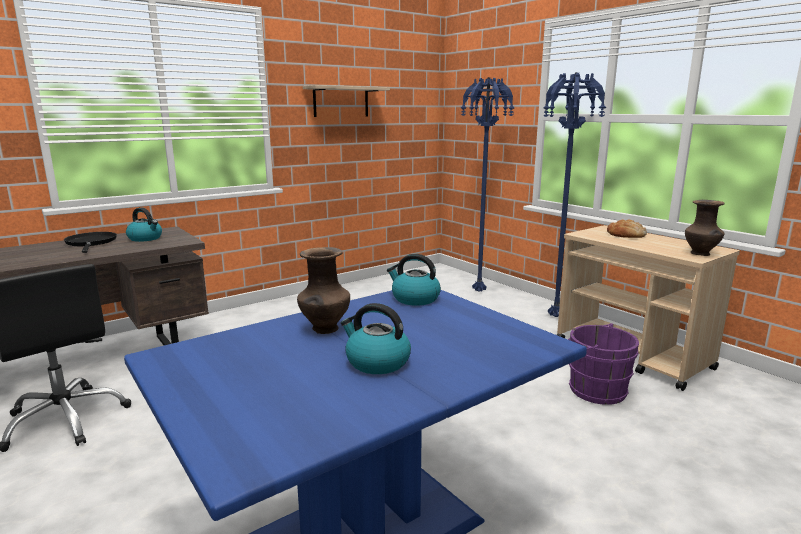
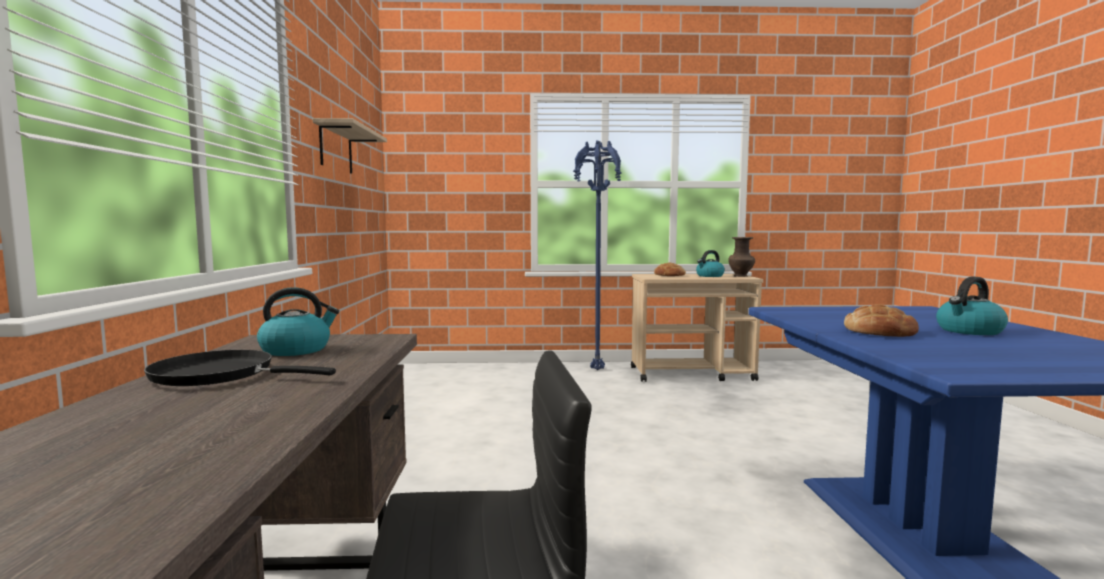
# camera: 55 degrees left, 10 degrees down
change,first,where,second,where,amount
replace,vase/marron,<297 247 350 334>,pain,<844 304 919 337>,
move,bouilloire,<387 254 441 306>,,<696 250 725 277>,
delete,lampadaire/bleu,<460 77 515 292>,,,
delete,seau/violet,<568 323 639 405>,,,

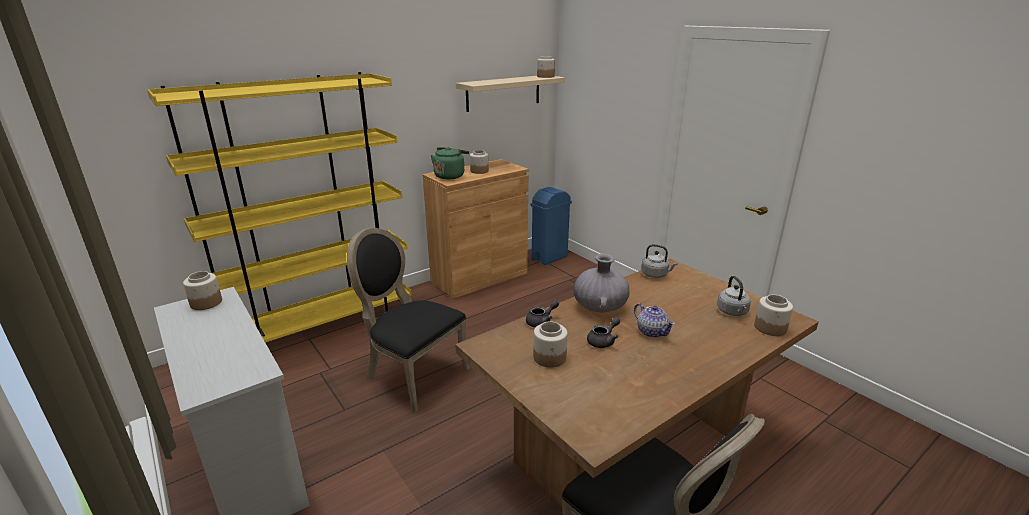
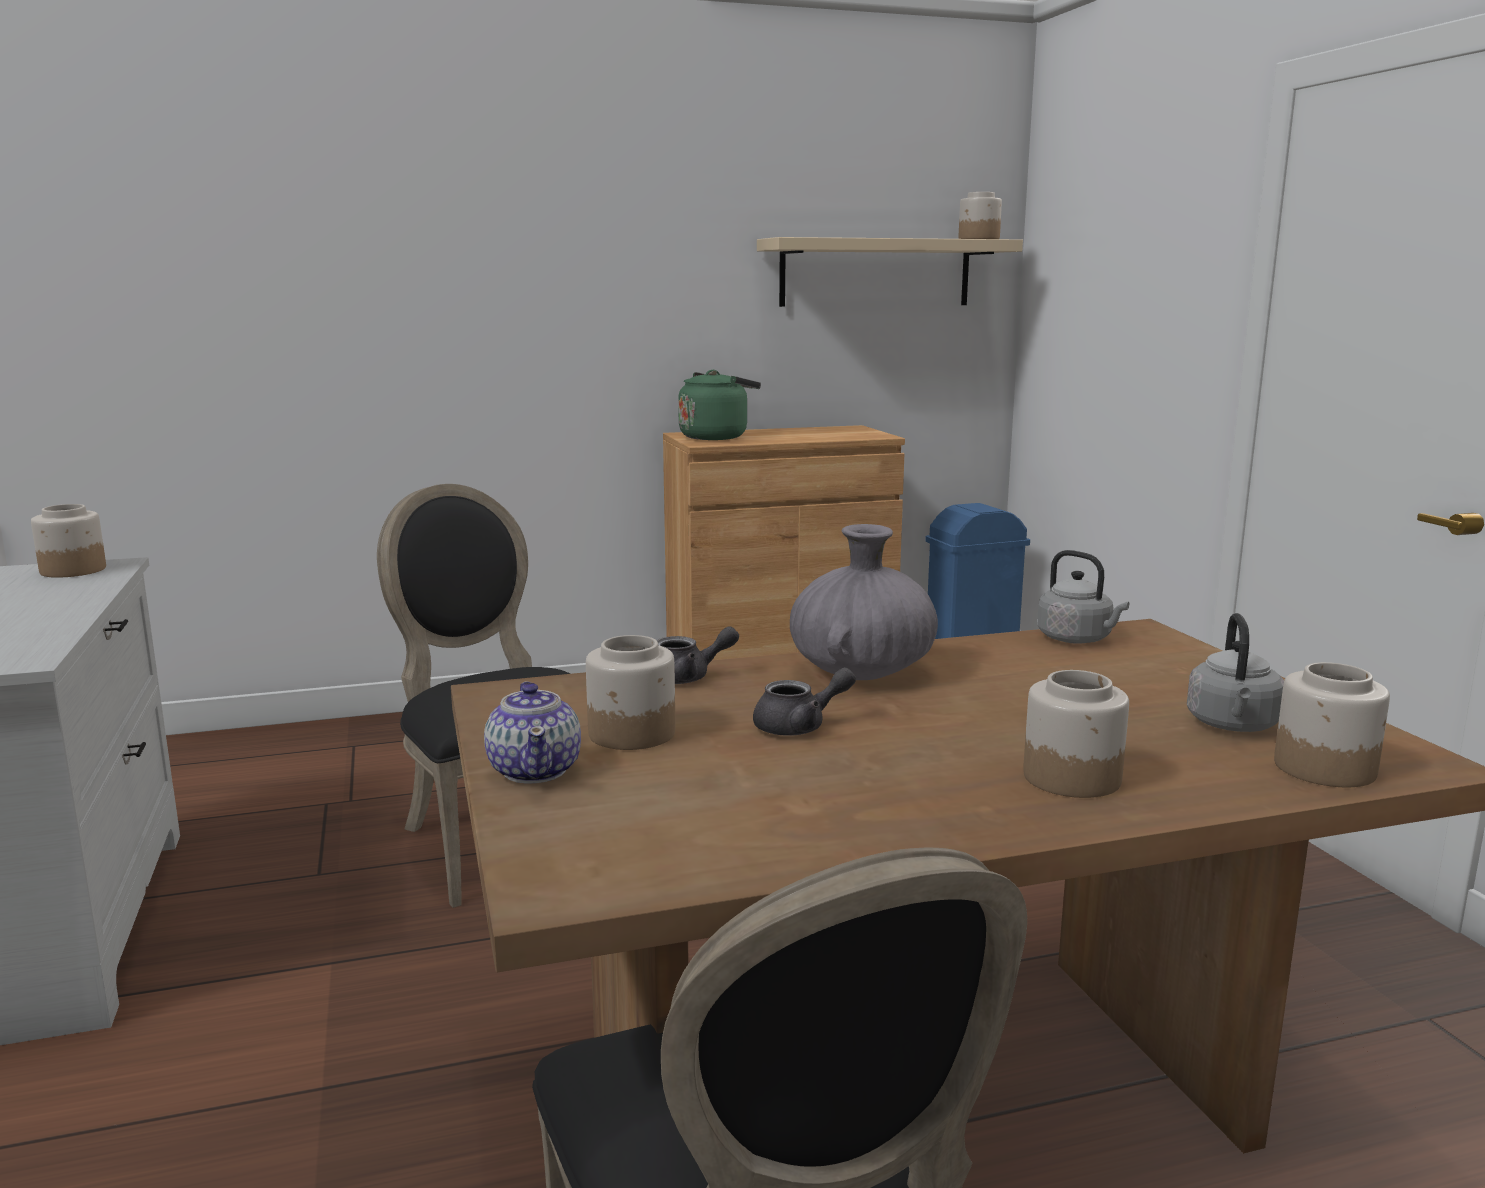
# camera: 20 degrees right, 10 degrees down
change,first,where,second,where,amount
delete,bibliothèque/jaune,<147 72 412 343>,,,
move,bocal,<470 150 489 174>,,<1023 670 1129 798>,
move,théière,<634 303 675 338>,,<484 682 581 784>,

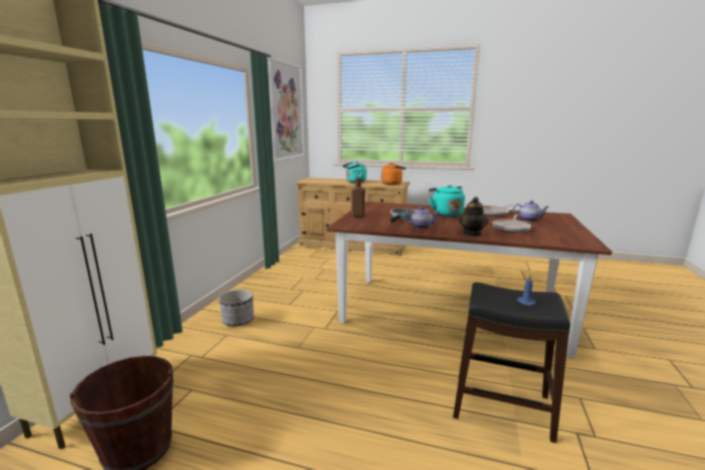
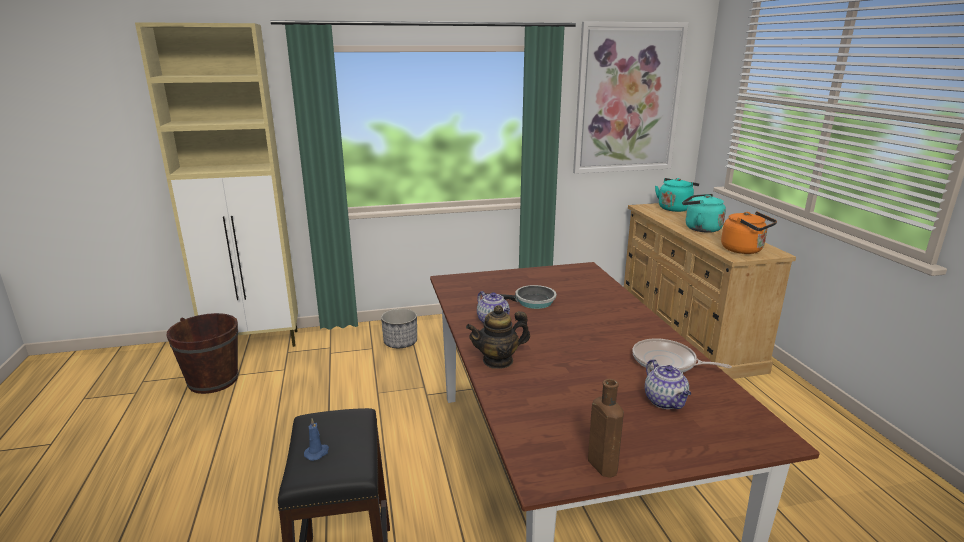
# camera: 60 degrees right, 5 degrees up
change,first,where,second,where,amount
move,bouteille/marron,<351 178 365 217>,,<588 379 624 478>,
move,bouilloire/turquoise,<429 185 465 217>,,<655 178 699 212>,
delete,poêle,<492 215 531 233>,,,

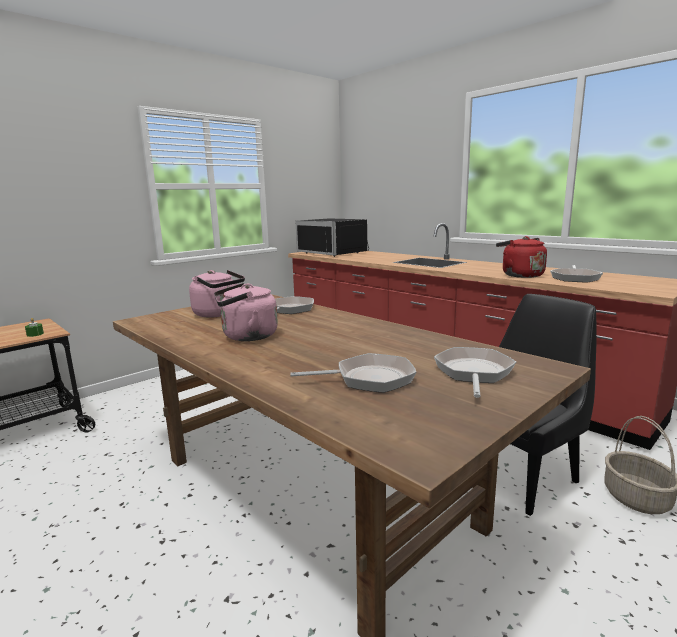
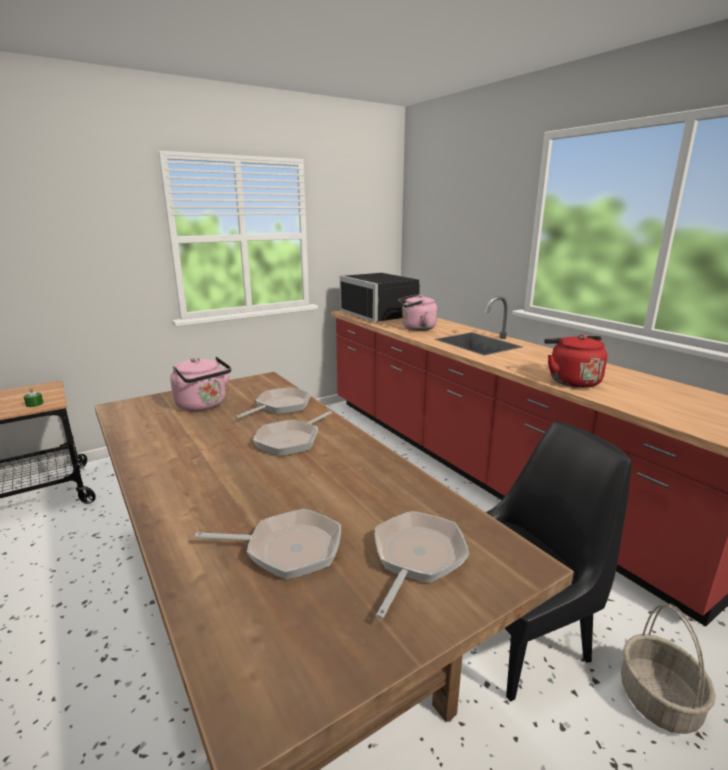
# camera: 10 degrees right, 5 degrees up
change,first,where,second,where,amount
move,bouilloire/rose,<214 283 278 341>,,<398 294 437 331>,
move,poêle,<550 265 603 282>,,<253 411 332 456>,

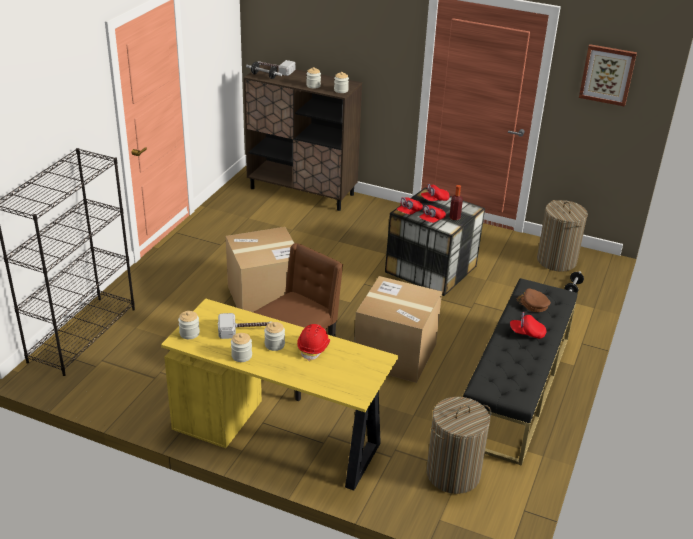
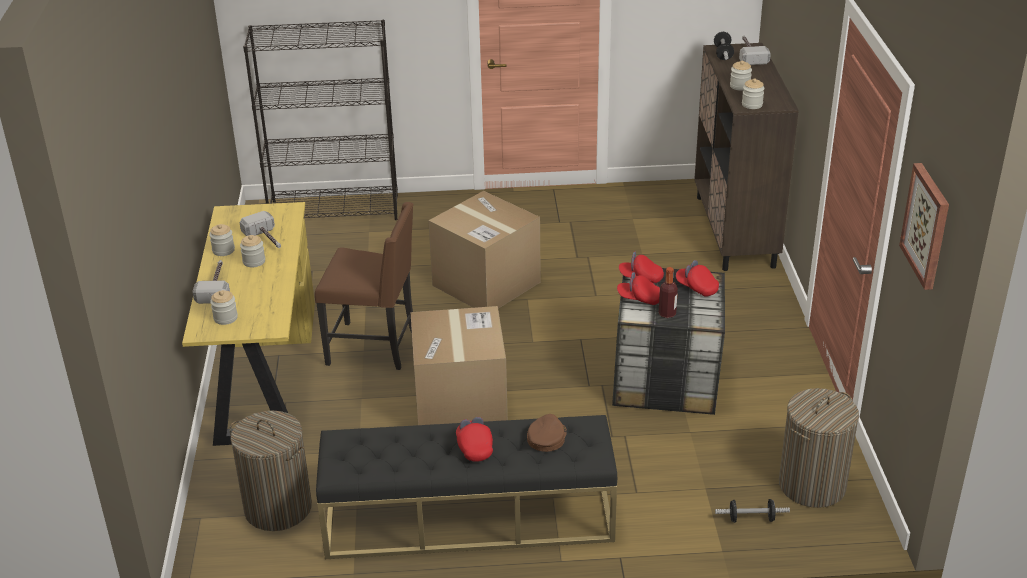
# camera: 65 degrees right, 0 degrees up
change,first,where,second,where,amount
move,bocal,<178 311 200 339>,,<210 290 238 325>,
delete,casque de chantier/rouge,<297 324 330 361>,,,
insert,,,marteau,<192 260 230 304>,

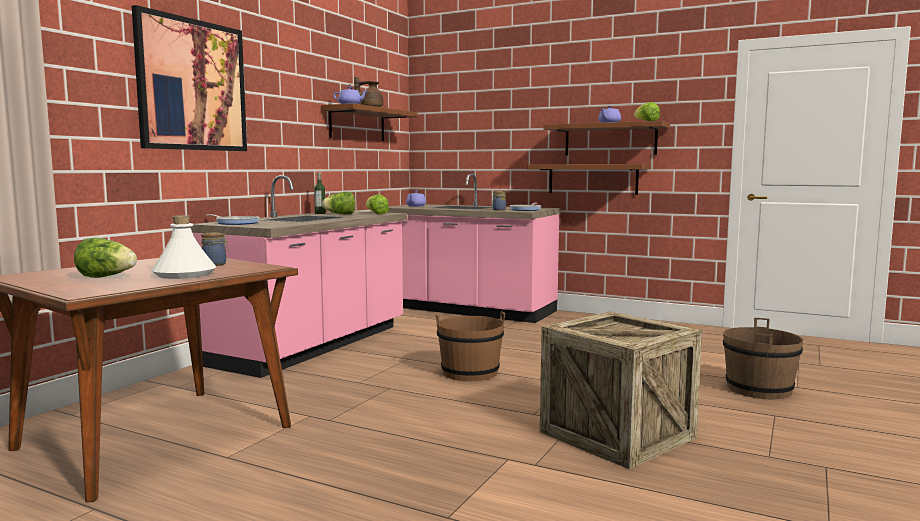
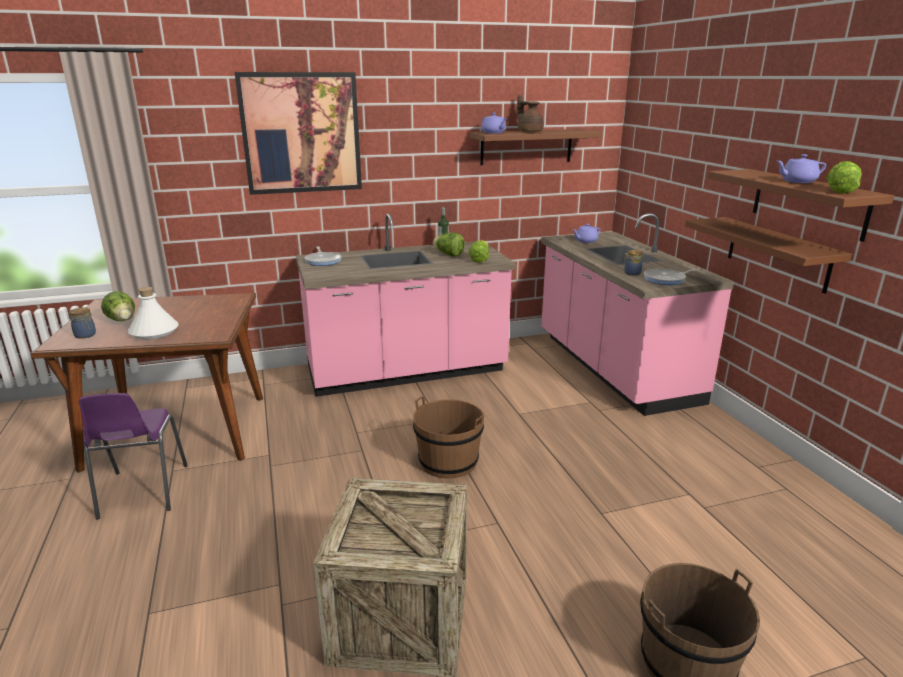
# camera: 45 degrees right, 15 degrees up
change,first,where,second,where,amount
move,bocal,<201 232 229 266>,,<69 307 96 339>,
insert,,,chaise/violet,<79 393 188 519>,

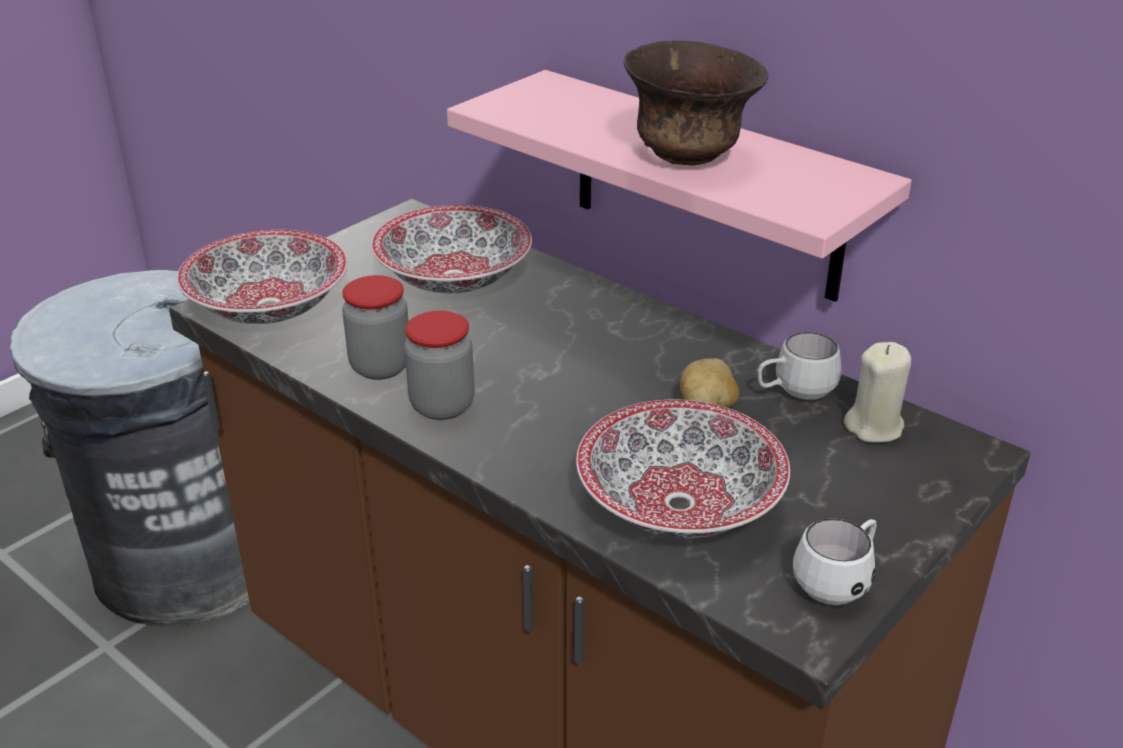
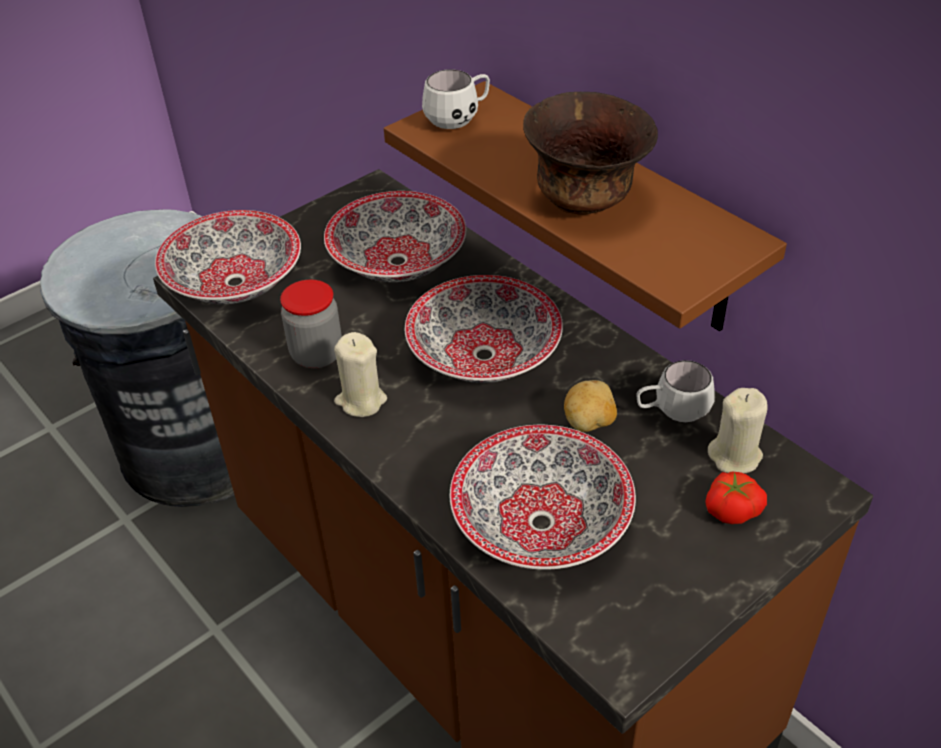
# camera: 10 degrees right, 10 degrees up
change,first,where,second,where,amount
replace,bocal,<404 311 474 420>,bougie/beige,<334 332 387 417>,
recolor,étagère/rose,<447 70 912 302>,étagère/marron,<384 81 787 331>,
move,mug/blanc,<793 518 877 605>,,<422 69 490 129>,
insert,,,bol,<405 275 563 383>,
insert,,,tomate,<705 472 767 524>,

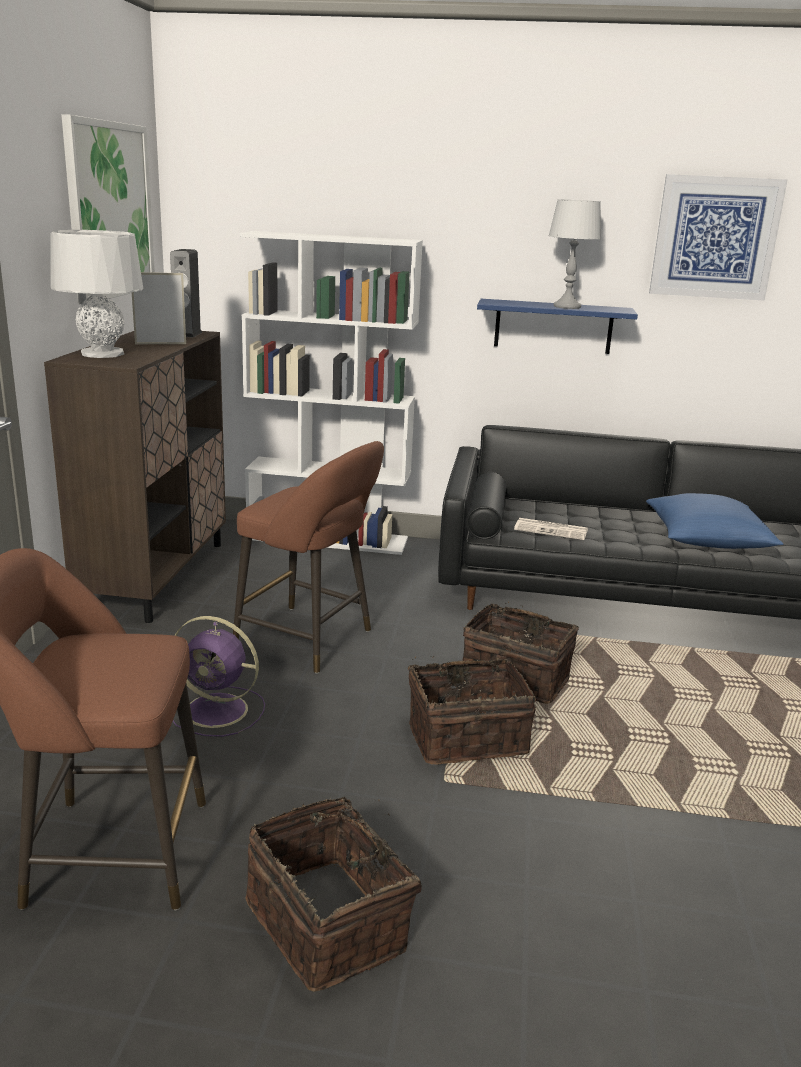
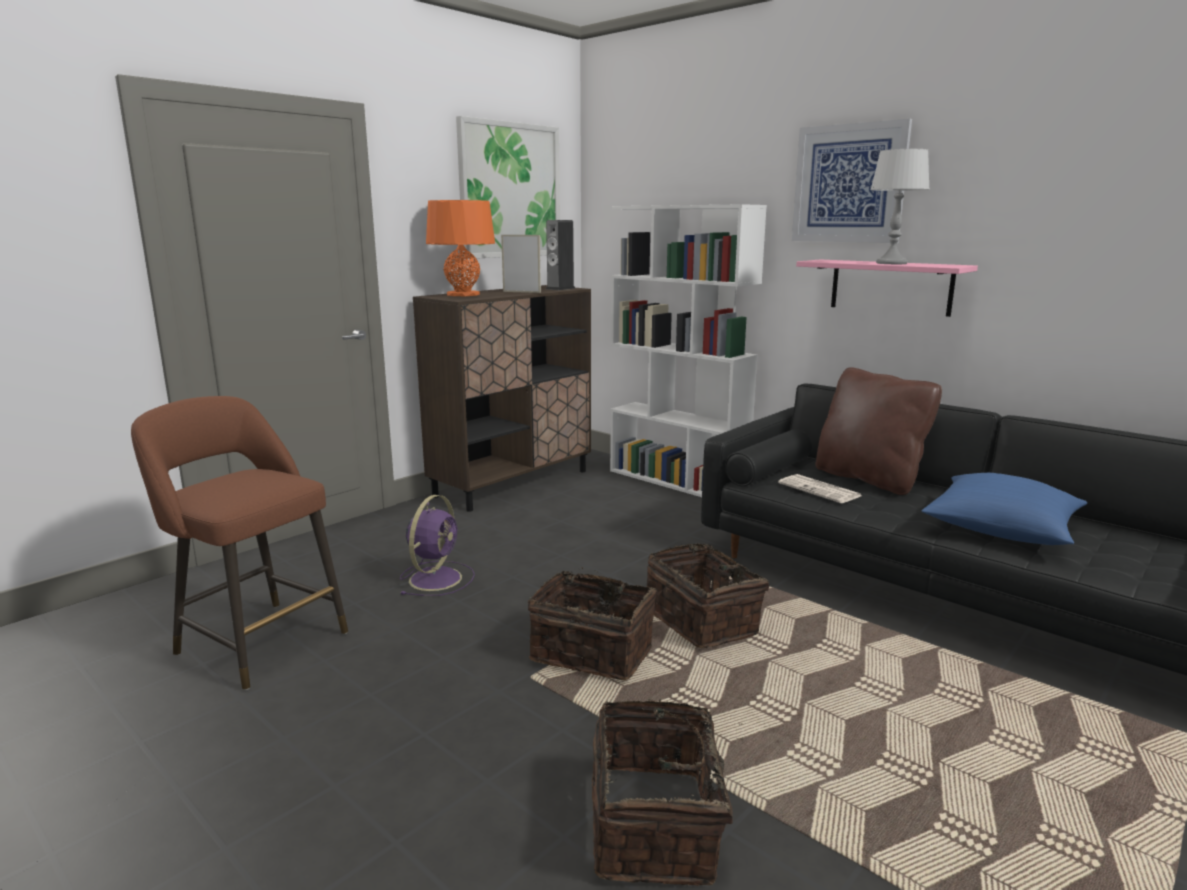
# camera: 35 degrees right, 5 degrees down
change,first,where,second,where,amount
recolor,lampe de table/gris,<50 230 143 358>,lampe de table/orange,<426 200 495 296>,
rotate,ventilateur/violet,<173 616 265 737>,,<400 495 475 596>,120 degrees counterclockwise
delete,tabouret/marron,<233 441 384 674>,,,
move,panier,<245 797 422 992>,,<592 699 743 886>,
recolor,étagère/bleu,<477 299 638 354>,étagère/rose,<796 260 978 317>,
move,tableau,<649 174 787 301>,,<792 119 912 243>,
insert,,,coussin/marron,<815 367 942 495>,

